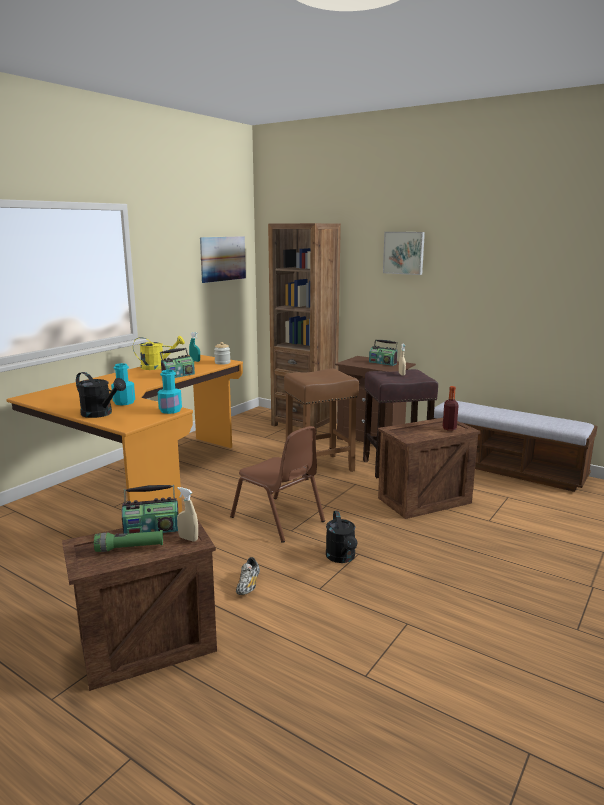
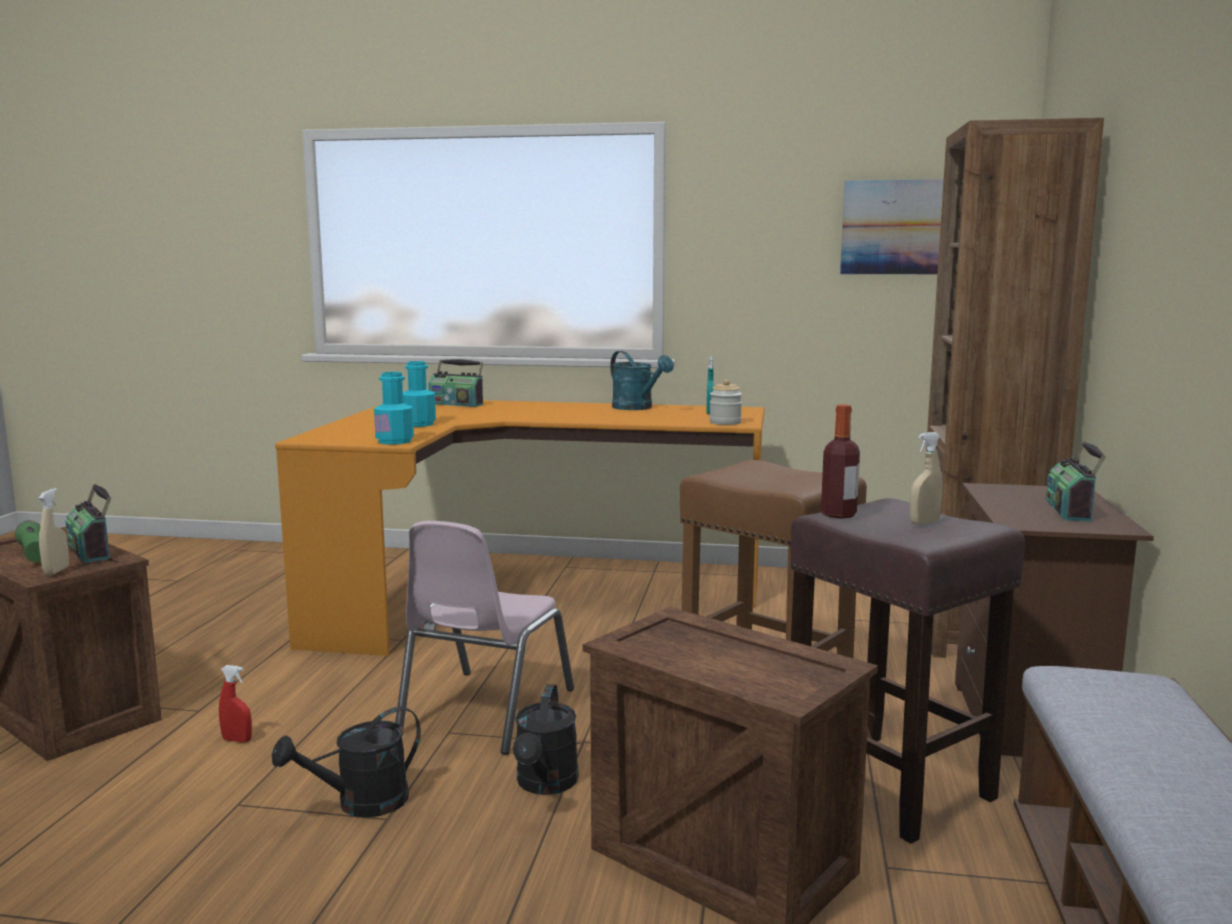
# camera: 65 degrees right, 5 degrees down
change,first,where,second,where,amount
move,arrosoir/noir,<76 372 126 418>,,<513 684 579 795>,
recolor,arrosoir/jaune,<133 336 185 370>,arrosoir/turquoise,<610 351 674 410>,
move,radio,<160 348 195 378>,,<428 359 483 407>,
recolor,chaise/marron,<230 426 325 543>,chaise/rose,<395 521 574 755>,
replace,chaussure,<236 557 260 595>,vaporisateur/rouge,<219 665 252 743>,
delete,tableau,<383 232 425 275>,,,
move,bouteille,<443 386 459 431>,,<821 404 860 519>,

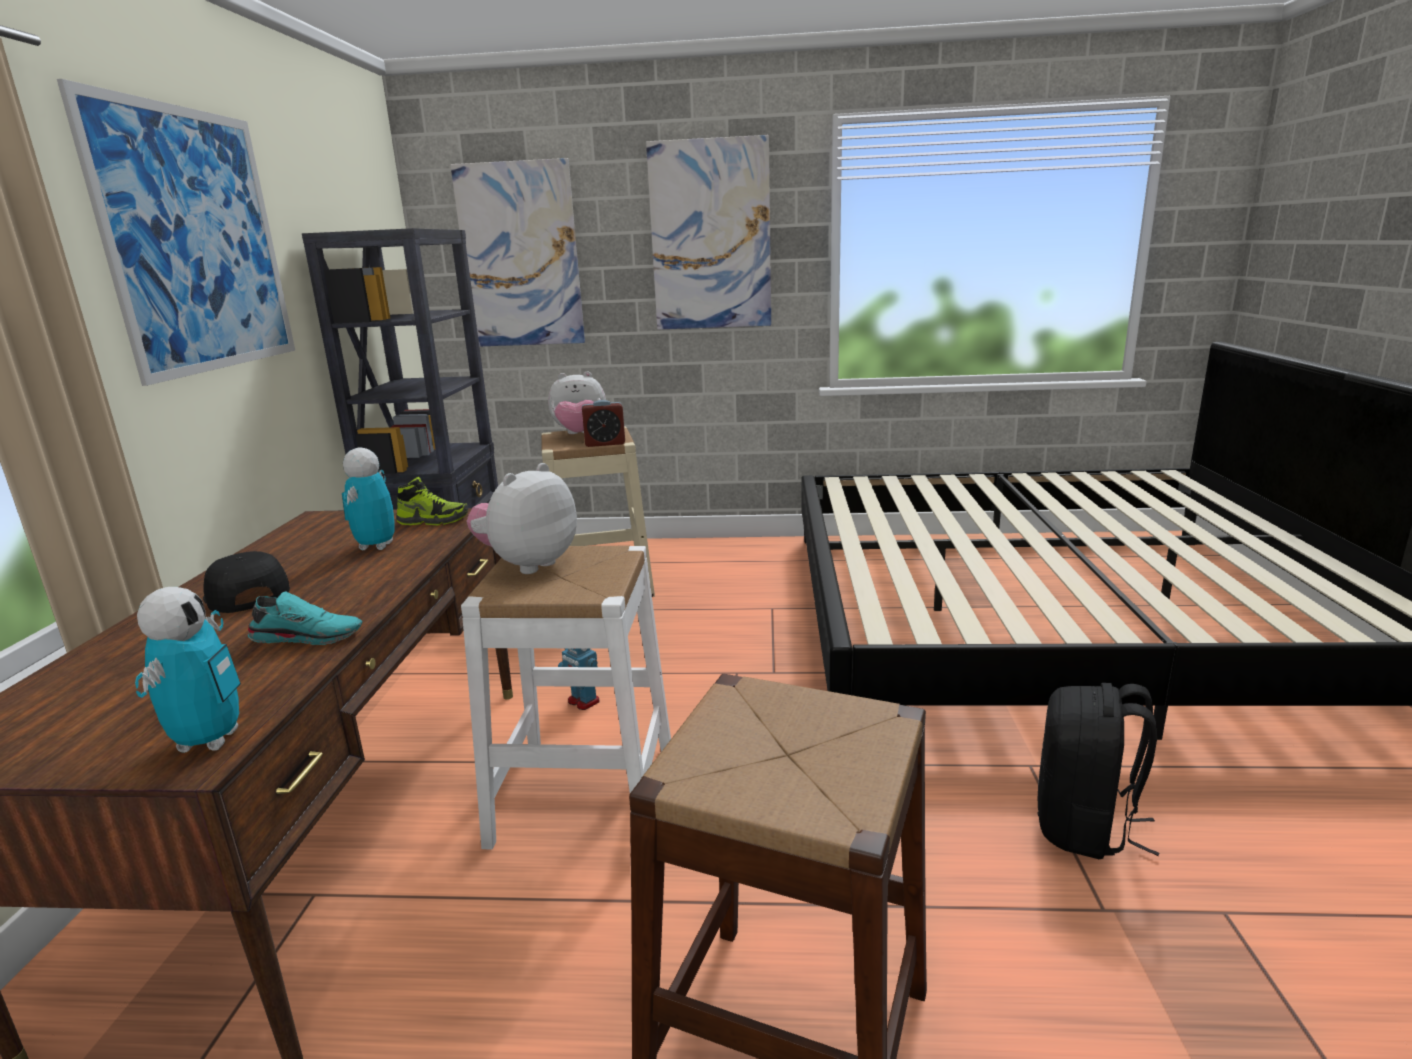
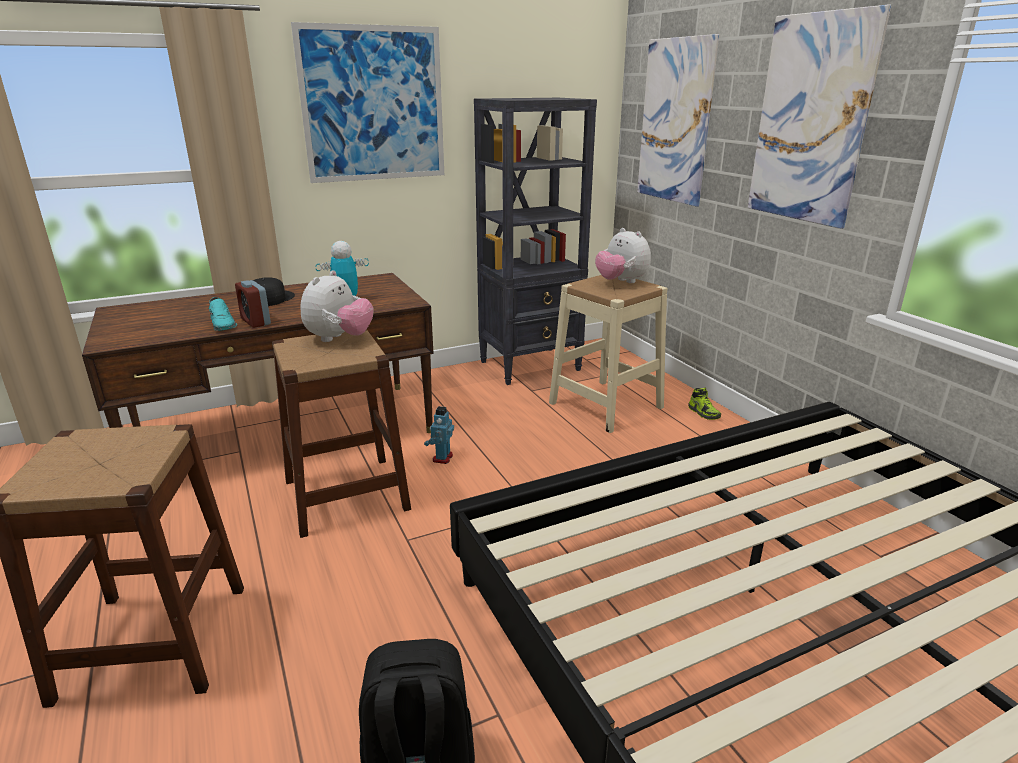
# camera: 60 degrees right, 5 degrees up
change,first,where,second,where,amount
delete,robot jouet,<135 587 241 753>,,,
move,chaussure,<396 477 468 525>,,<688 387 721 420>,
recolor,tabouret/blanc,<461 546 671 849>,tabouret/marron,<272 329 411 538>,
rotate,peluche,<466 463 577 574>,,<300 270 374 342>,105 degrees clockwise
move,réveil,<582 400 625 447>,,<235 280 271 328>,

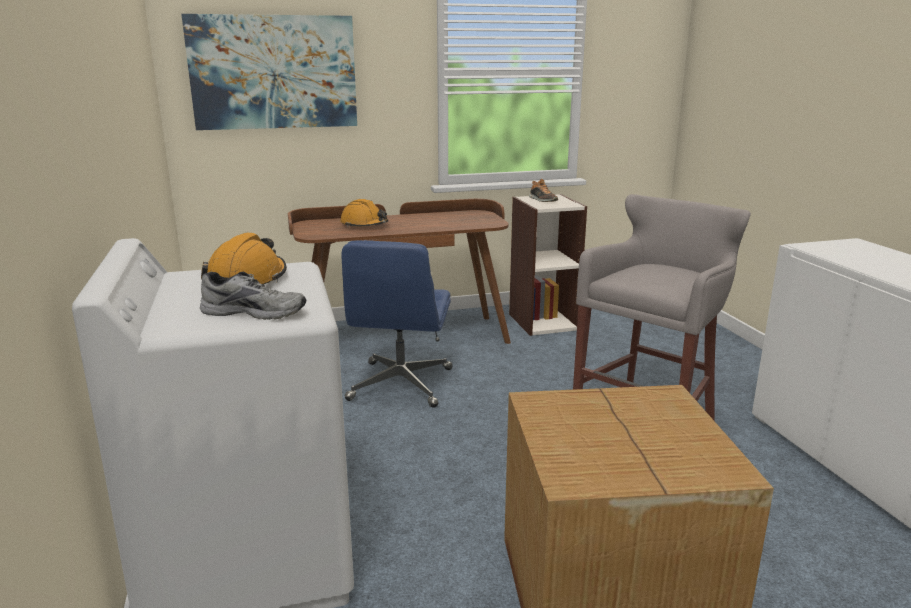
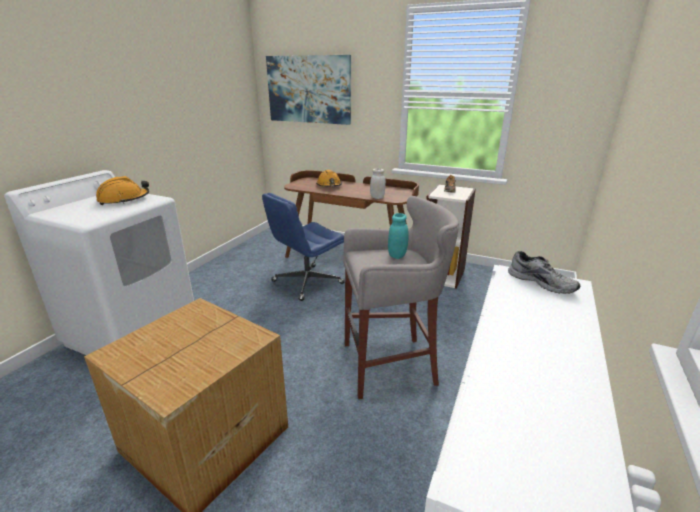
# camera: 40 degrees right, 5 degrees up
change,first,where,second,where,amount
move,chaussure/gris,<200 271 306 320>,,<508 251 581 294>,
insert,,,bocal/blanc,<370 168 386 199>,
insert,,,bocal/turquoise,<388 213 409 259>,

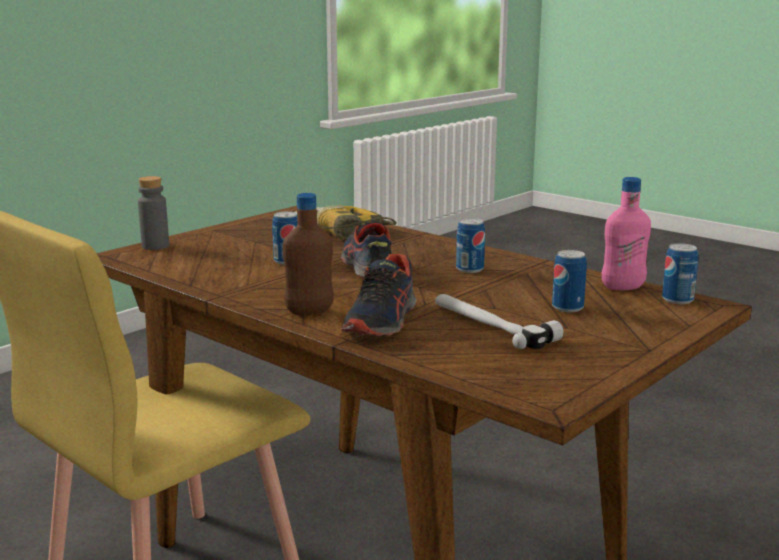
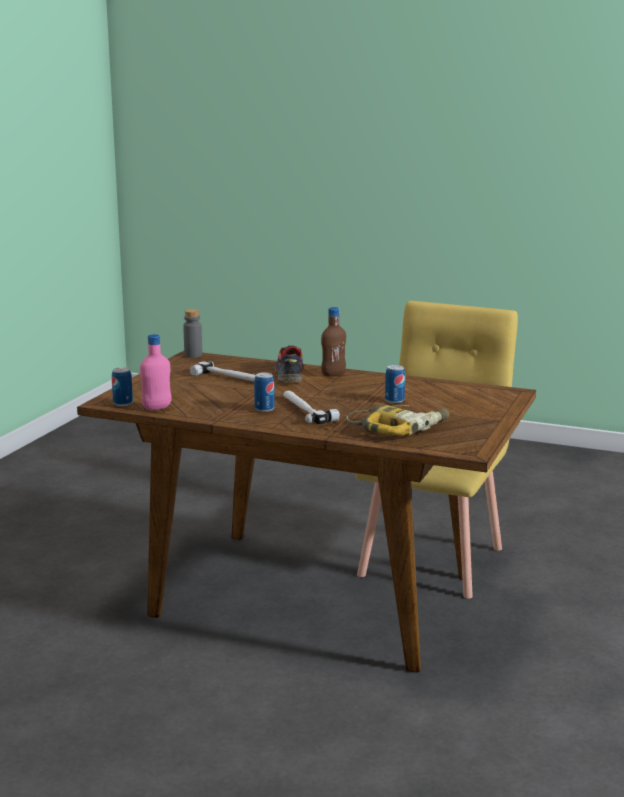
# camera: 160 degrees right, 0 degrees up
change,first,where,second,where,amount
move,bouteille/gris,<138 176 169 250>,,<183 309 202 358>,
delete,chaussure,<341 221 392 277>,,,
delete,boîte métallique,<552 250 587 312>,,,
insert,,,marteau,<283 391 340 424>,

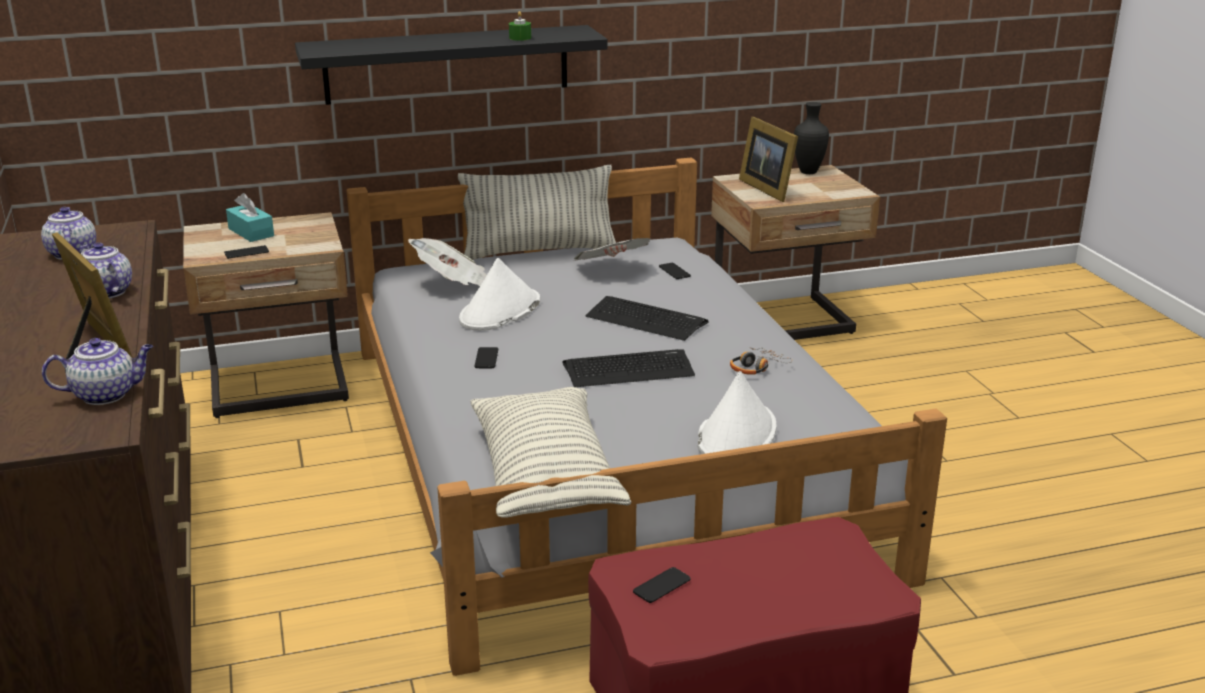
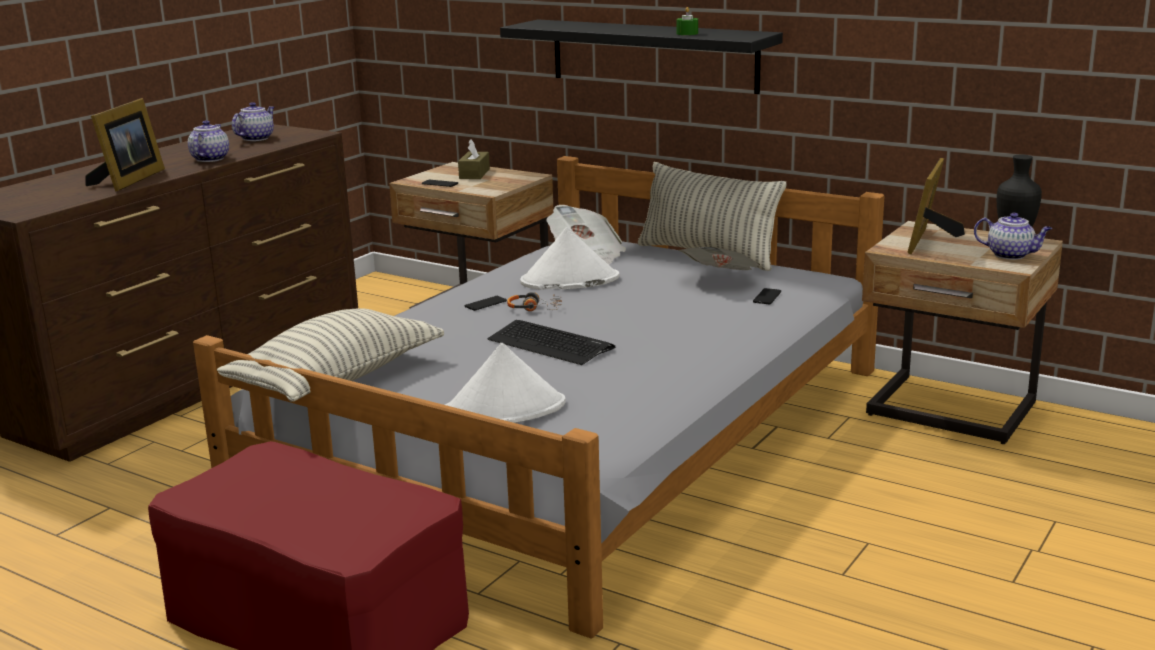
# camera: 50 degrees right, 5 degrees down
change,first,where,second,where,amount
move,théière,<42 338 153 405>,,<974 213 1052 260>,
recolor,boîte à mouchoirs/turquoise,<226 193 274 242>,boîte à mouchoirs/marron,<458 139 490 179>,
delete,clavier,<585 296 709 341>,,,
delete,téléphone,<633 567 691 603>,,,
move,casque audio,<730 347 793 375>,,<507 292 562 311>,

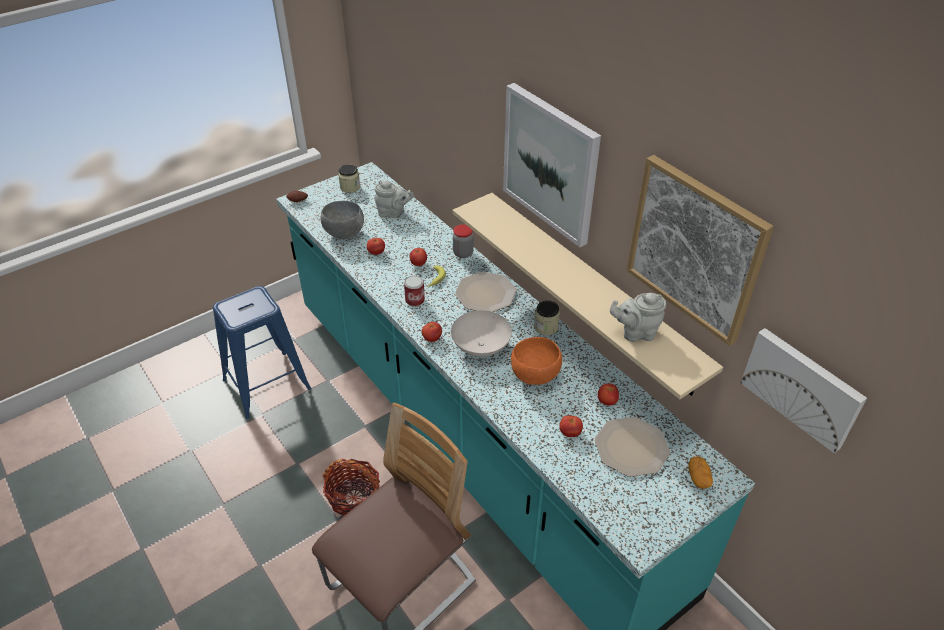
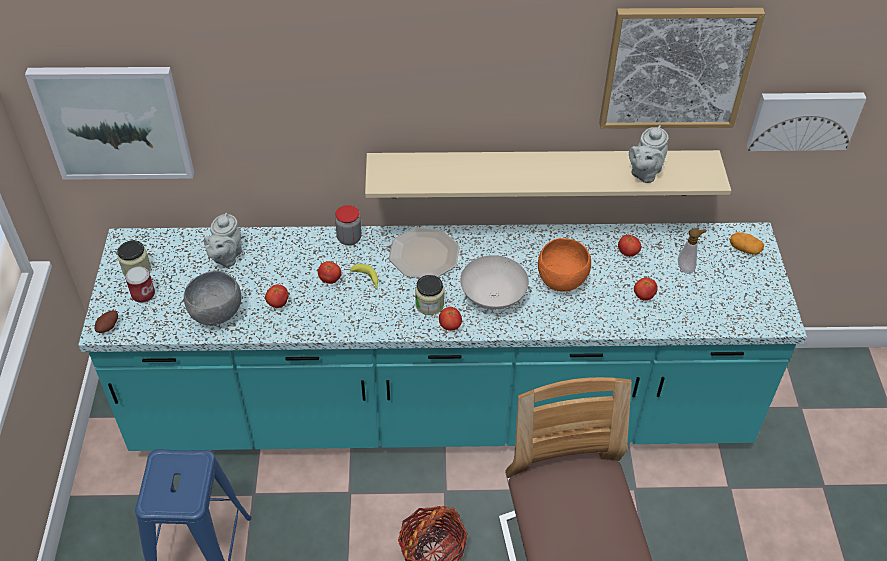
# camera: 55 degrees left, 5 degrees up
change,first,where,second,where,amount
rotate,théière/gris,<375 181 414 218>,,<204 213 242 267>,150 degrees clockwise
move,boîte métallique,<404 276 425 307>,,<125 267 155 303>,
move,tableau,<503 83 601 247>,,<25 67 194 180>,
move,bocal,<534 300 560 335>,,<415 275 444 315>,
replace,assiette,<594 417 670 477>,distributeur de savon,<678 229 706 274>,

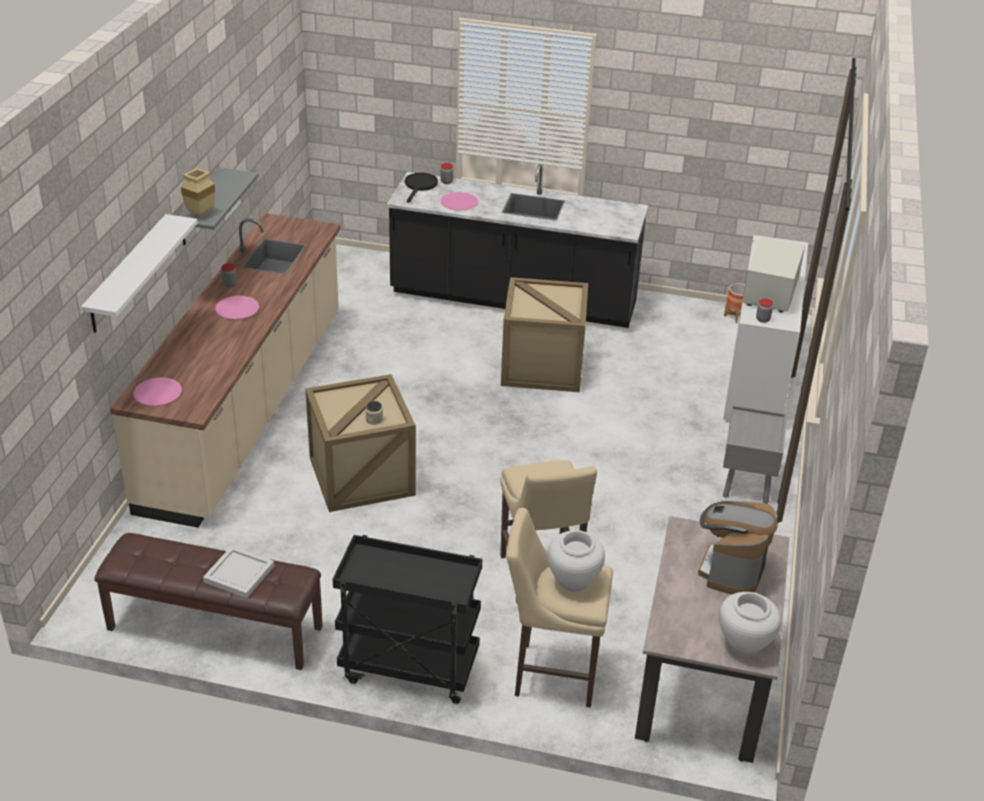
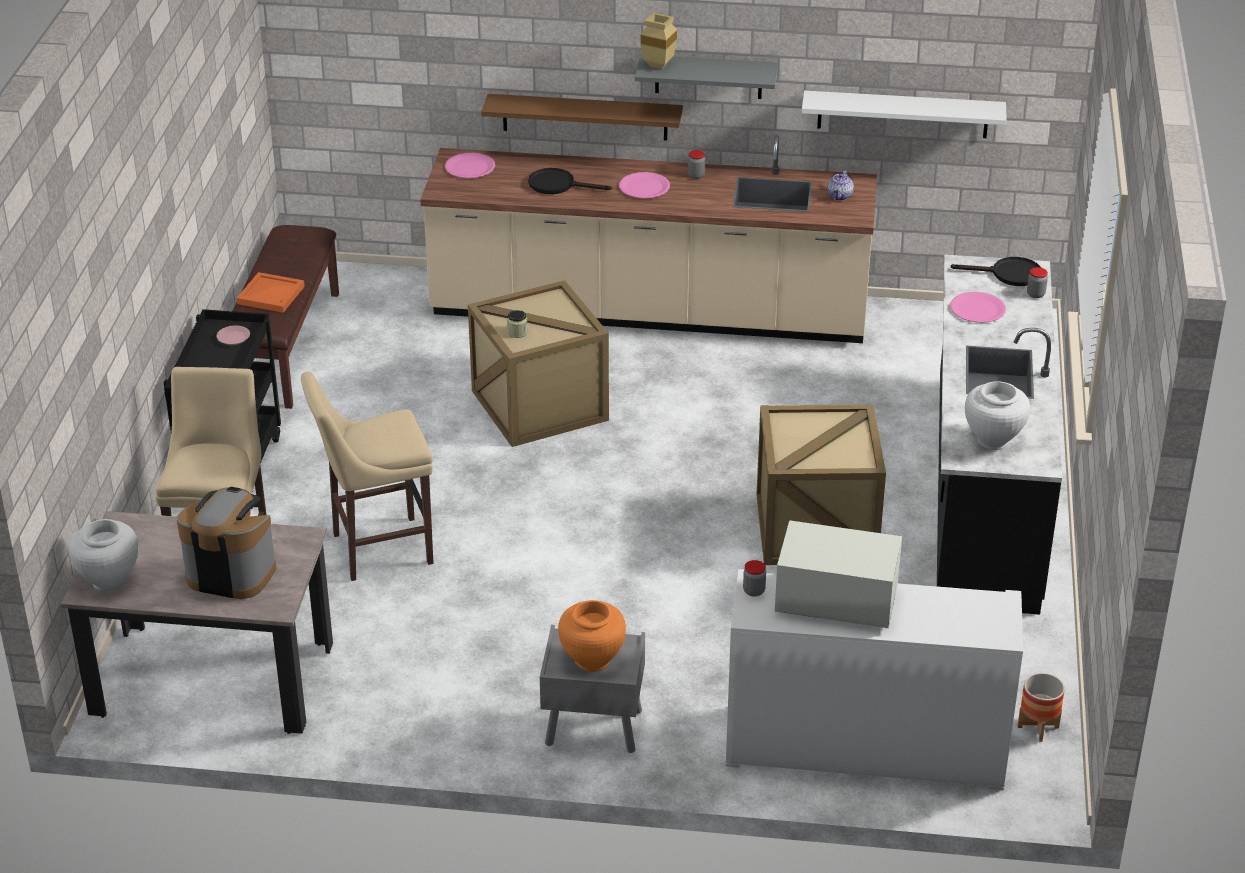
# camera: 85 degrees right, 0 degrees up
change,first,where,second,where,amount
move,étagère/blanc,<81 214 198 333>,,<802 90 1007 138>,
recolor,plateau/blanc,<203 546 274 598>,plateau/orange,<236 272 305 313>,
move,vase/blanc,<547 530 605 592>,,<965 381 1030 450>,
insert,,,assiette/rose,<217 325 250 345>,
insert,,,étagère/marron,<481 94 683 141>,
insert,,,poêle/noir,<528 168 612 194>,
insert,,,vase/orange,<558 600 626 672>,
insert,,,théière,<827 170 854 201>,

